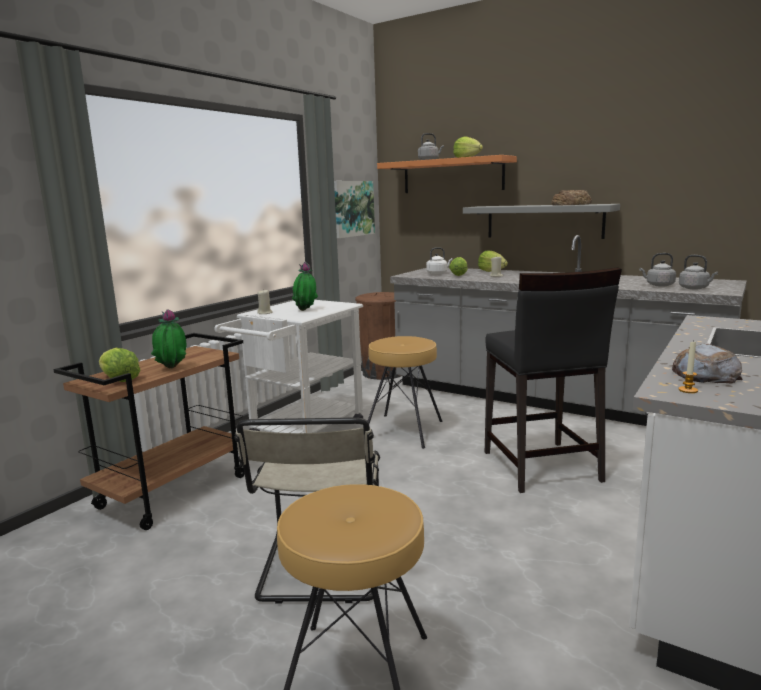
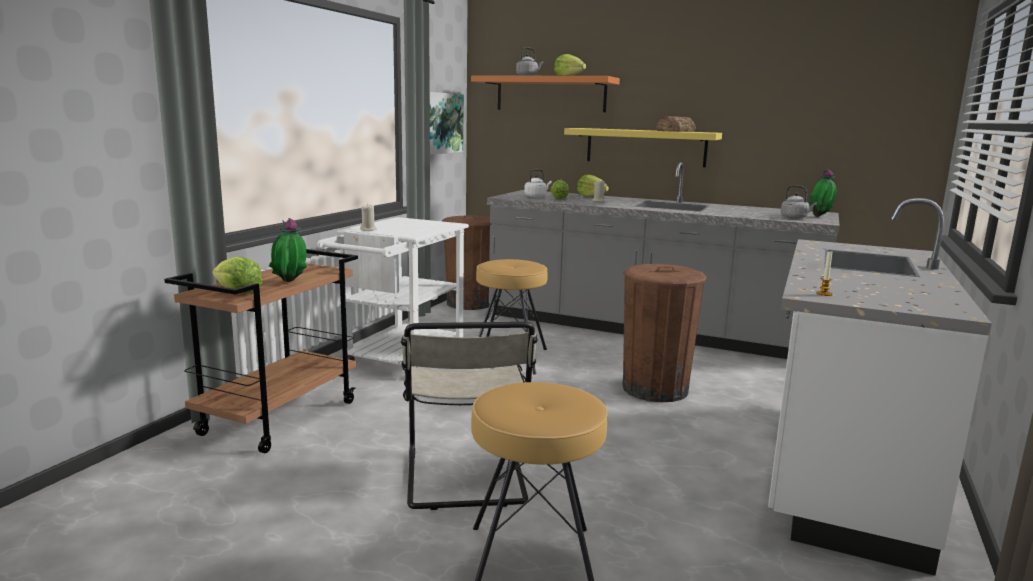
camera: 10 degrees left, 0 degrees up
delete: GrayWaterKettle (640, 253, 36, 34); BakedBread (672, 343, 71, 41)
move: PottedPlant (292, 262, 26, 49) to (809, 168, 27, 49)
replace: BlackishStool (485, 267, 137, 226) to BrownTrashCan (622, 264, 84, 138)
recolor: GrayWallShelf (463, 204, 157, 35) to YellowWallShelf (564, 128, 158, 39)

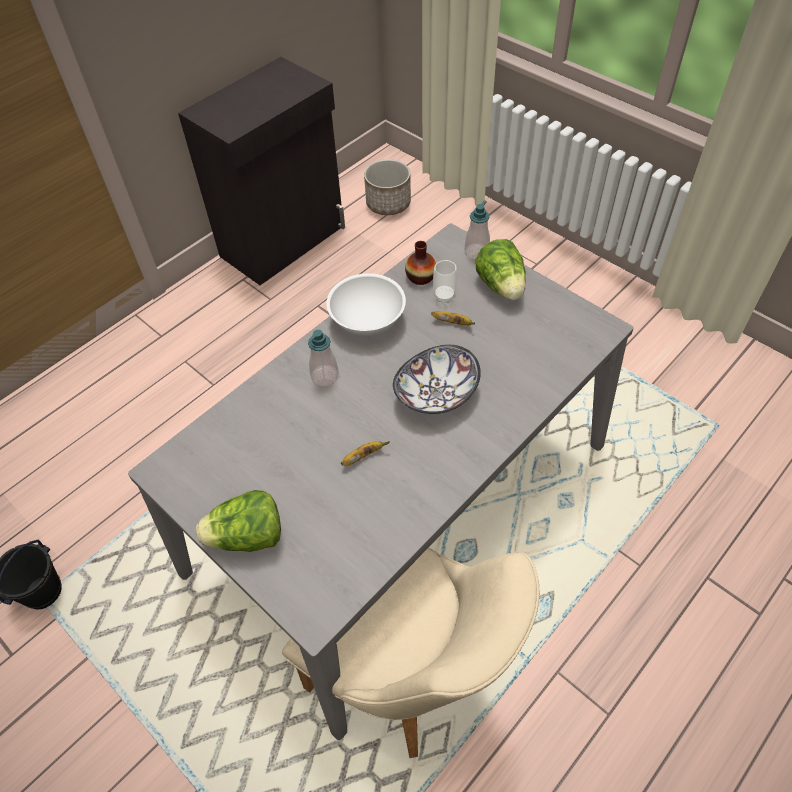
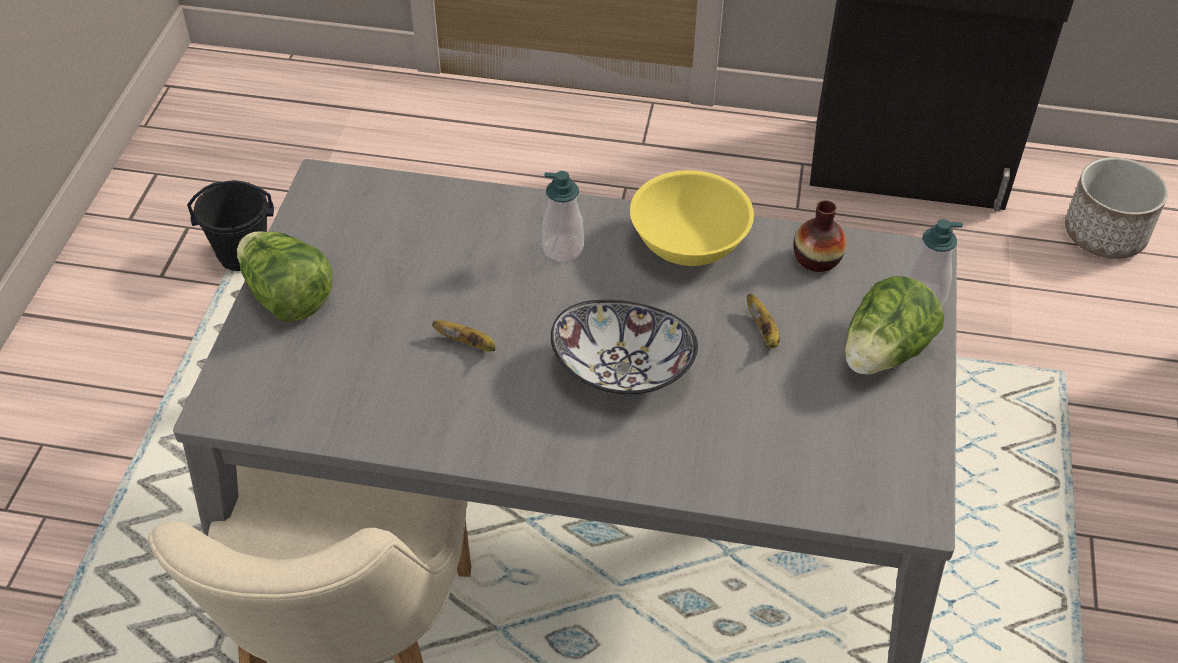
camera: 55 degrees right, 5 degrees down
delete: Cup (433, 260, 24, 43)
recolor: WhiteServingBowl (327, 273, 79, 63) to YellowServingBowl (630, 170, 124, 96)

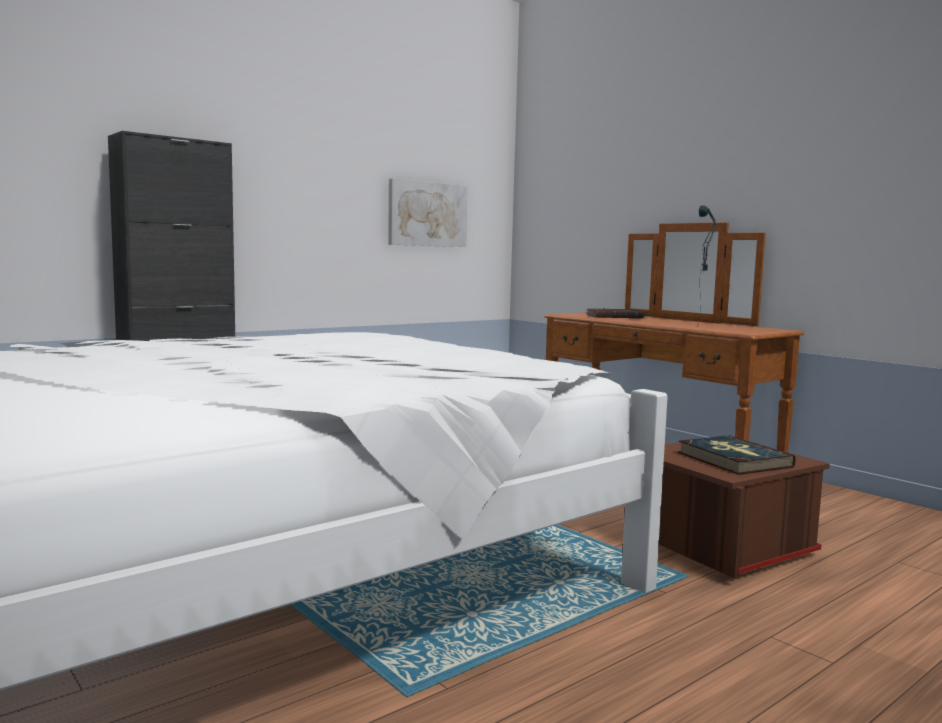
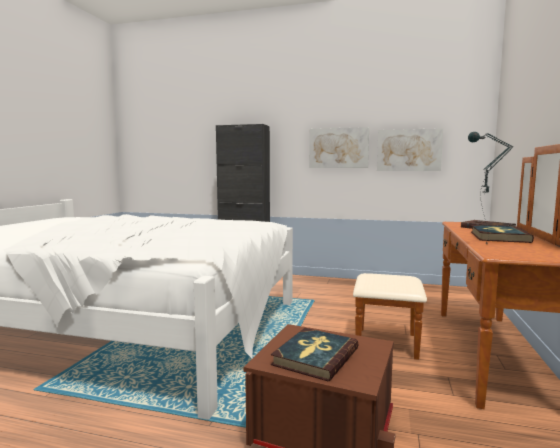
camera: 55 degrees right, 0 degrees up
insert: Picture (309, 127, 60, 41); Book (471, 225, 63, 18)

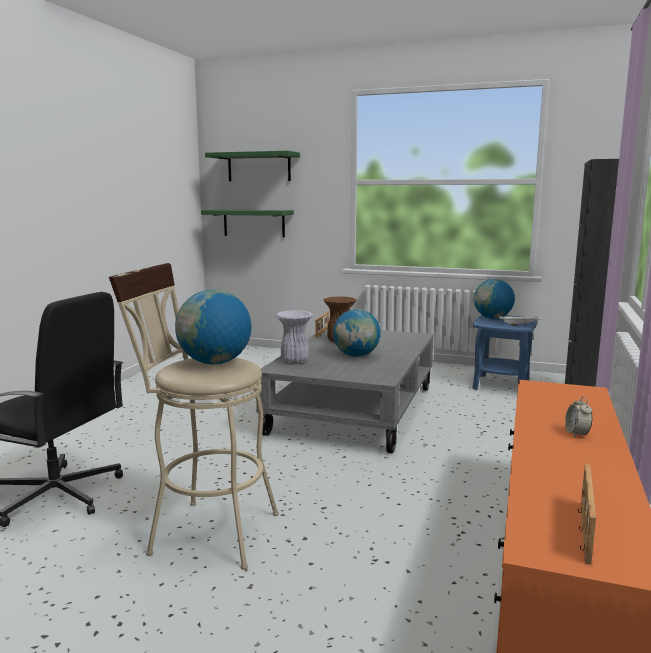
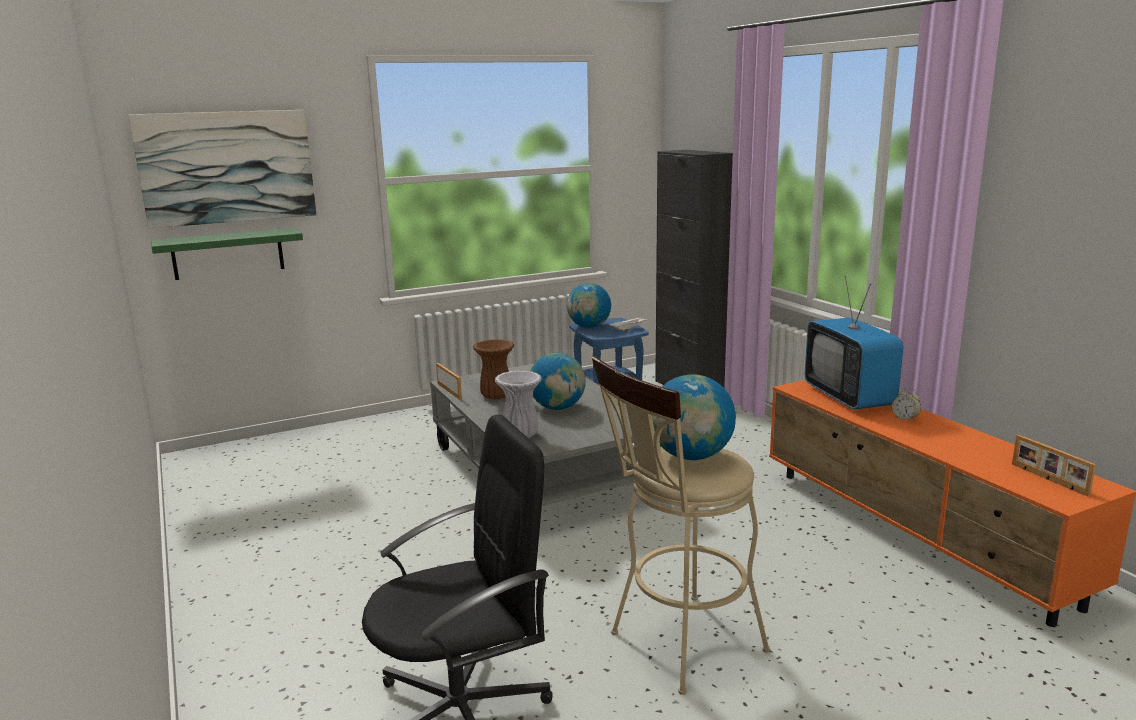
camera: 45 degrees left, 5 degrees up
insert: Tv (805, 276, 98, 133)
replace: GreenWallShelf (205, 151, 95, 31) to Picture (128, 110, 188, 119)

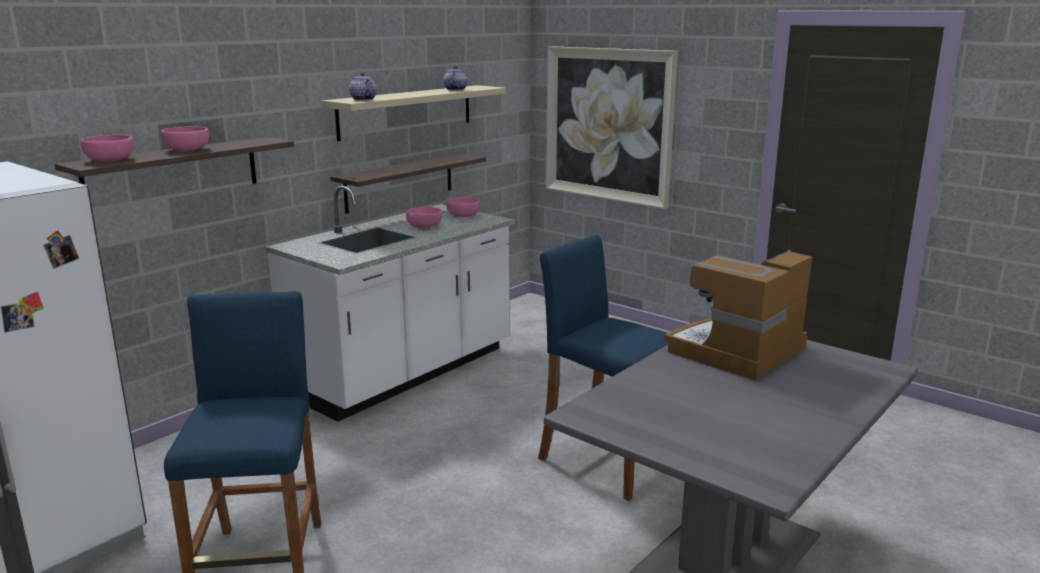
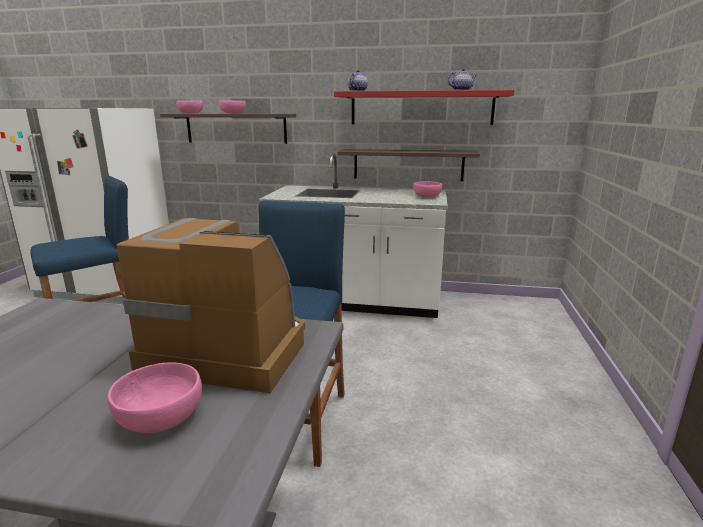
camera: 60 degrees right, 0 degrees up
delete: Picture (546, 46, 132, 163)
move: PinkColouredServingBowl (406, 207, 36, 21) to (107, 362, 95, 71)
recolor: BeigeColouredWallShelf (321, 85, 185, 56) to RedColouredWallShelf (334, 90, 180, 35)

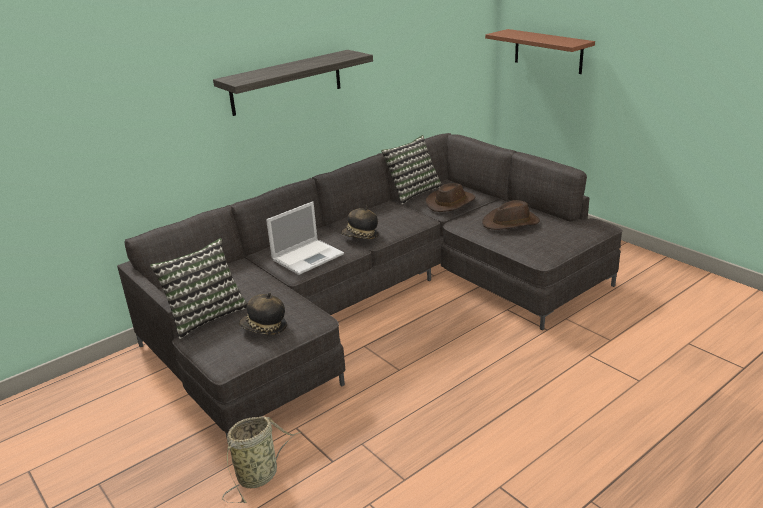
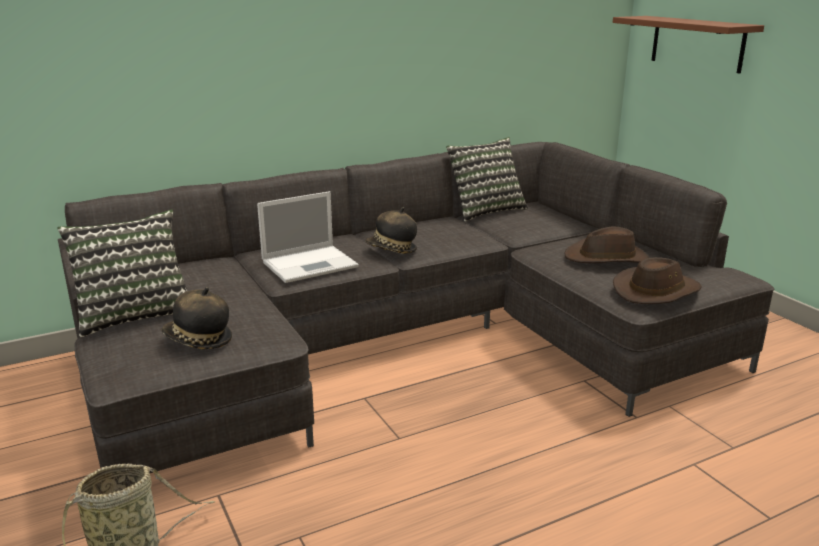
camera: 10 degrees right, 5 degrees down
delete: WallShelf (213, 50, 160, 66)
move: BrownClothingHat (426, 183, 49, 29) to (613, 257, 89, 47)

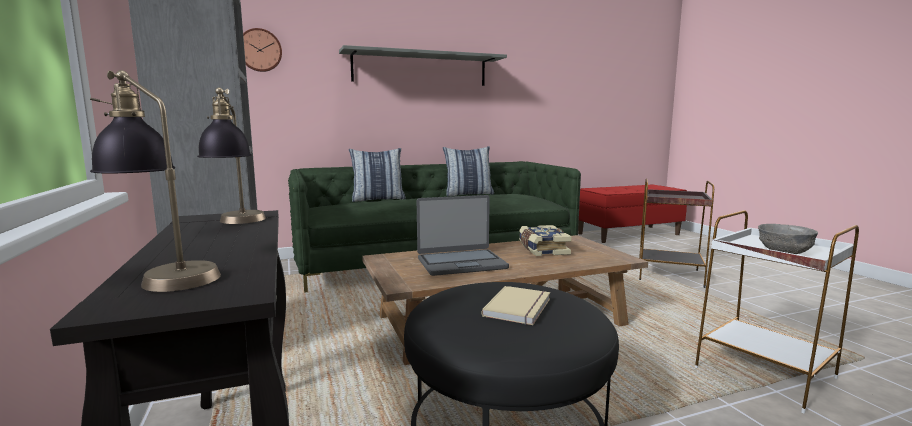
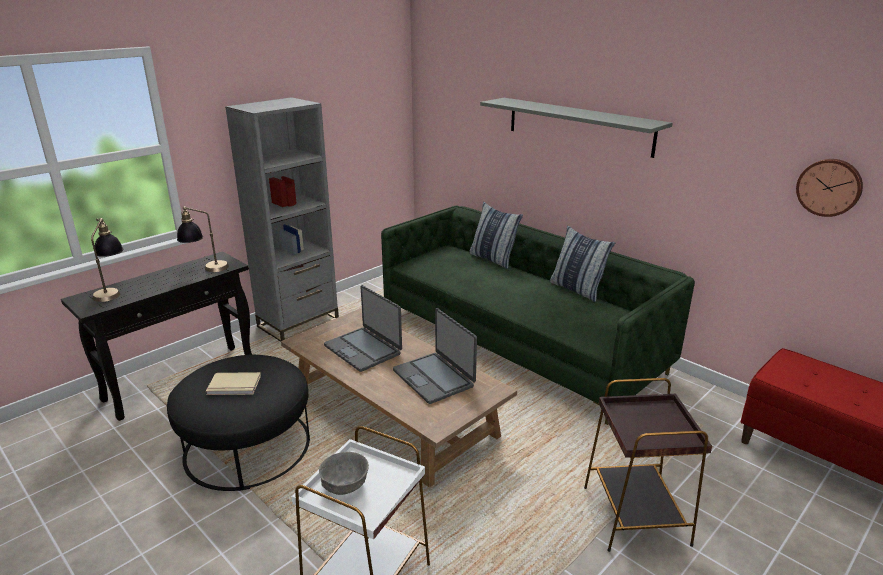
camera: 65 degrees right, 15 degrees up
move: HangingClock (243, 28, 39, 44) to (796, 159, 67, 58)
replace: Book (519, 225, 53, 31) to NotebookComputer (393, 308, 84, 96)

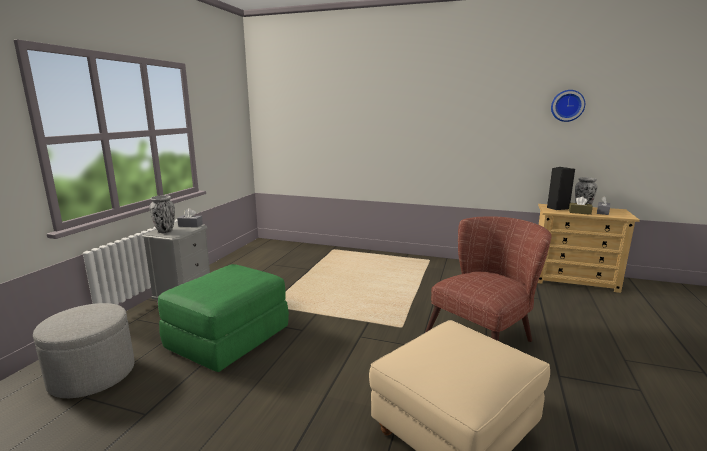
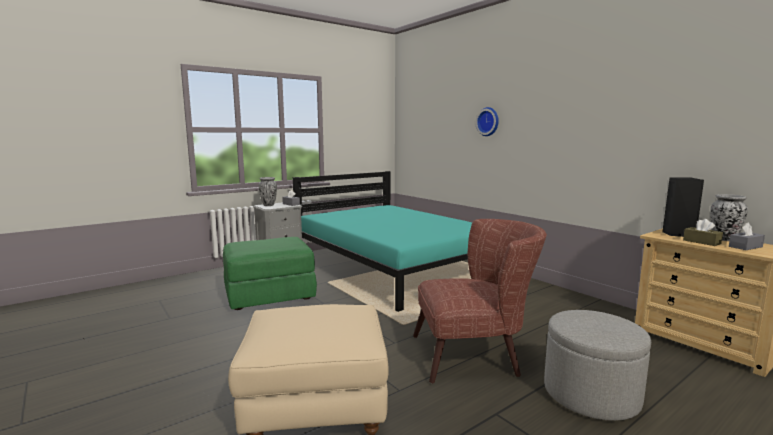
camera: 35 degrees right, 5 degrees down
insert: TurquoiseColouredSleepingBed (293, 171, 179, 141)
move: HangingClock (551, 90, 34, 32) to (475, 107, 24, 29); GrayOttoman (33, 303, 102, 95) to (544, 310, 107, 111)

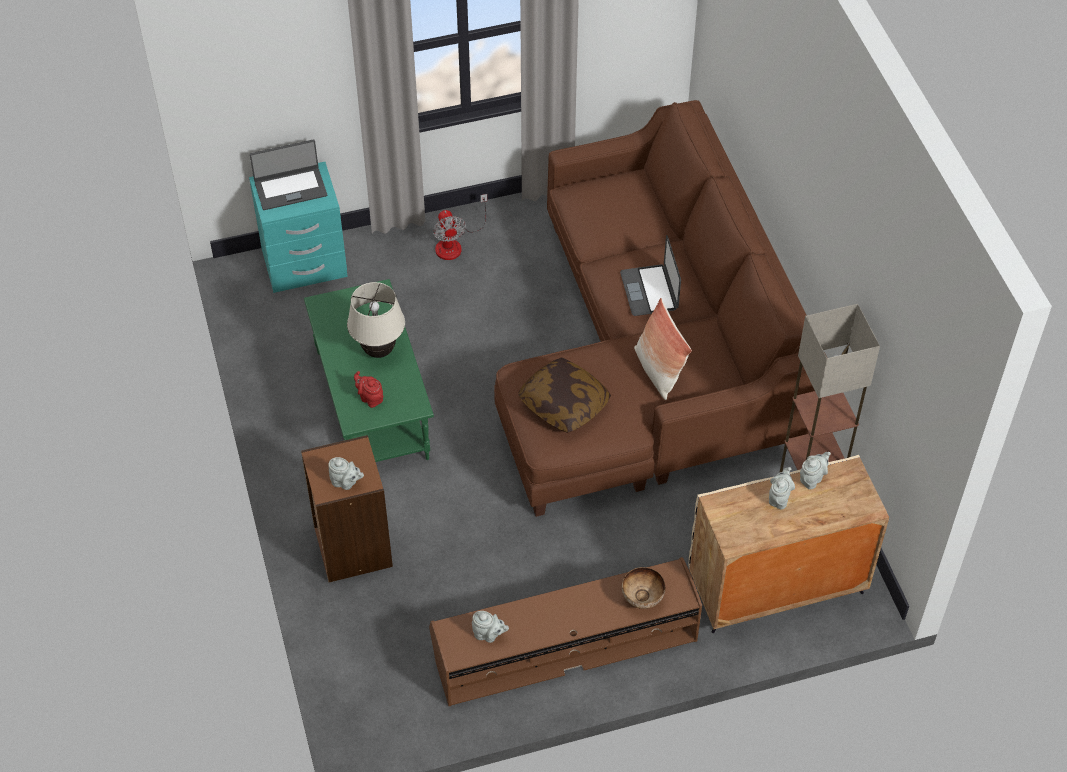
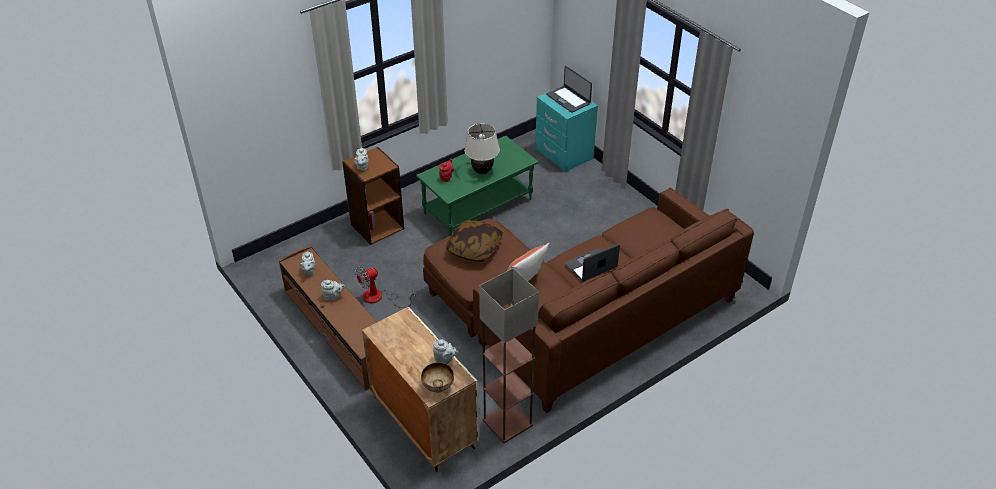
camera: 70 degrees right, 10 degrees down
move: ElectricFan (433, 194, 54, 66) to (355, 267, 60, 41); GrayTeaPot (769, 467, 26, 43) to (321, 280, 24, 21); ServingBowl (622, 567, 43, 42) to (421, 362, 33, 31)

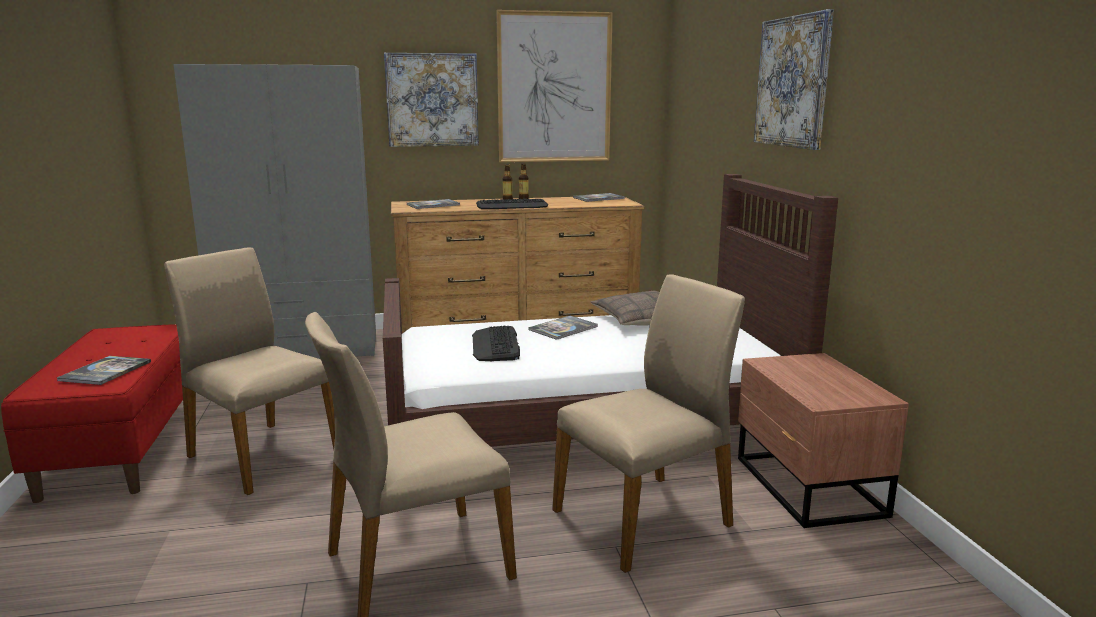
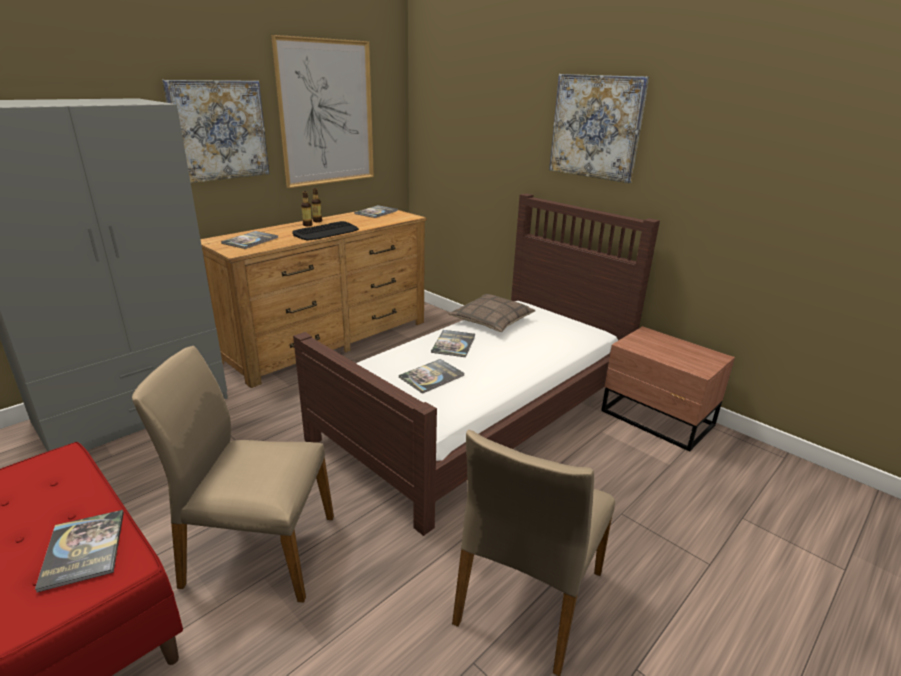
camera: 35 degrees left, 10 degrees up
delete: BeigeColouredPlainChair (552, 274, 193, 299)
replace: Keyboard (472, 326, 48, 35) to Book (399, 359, 66, 35)

